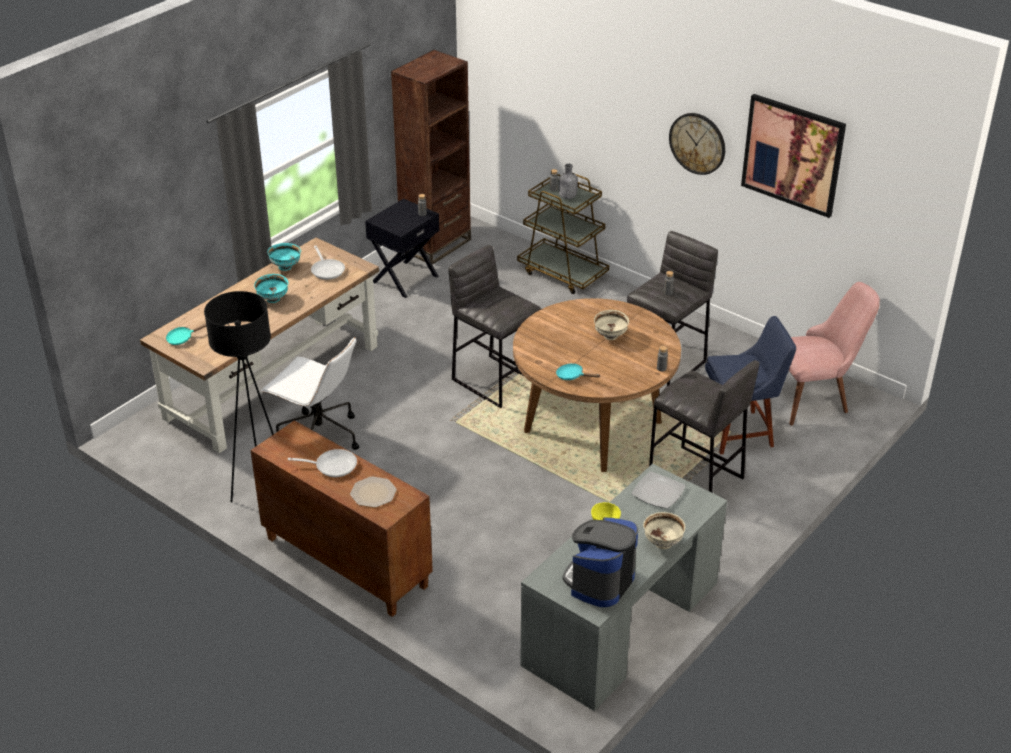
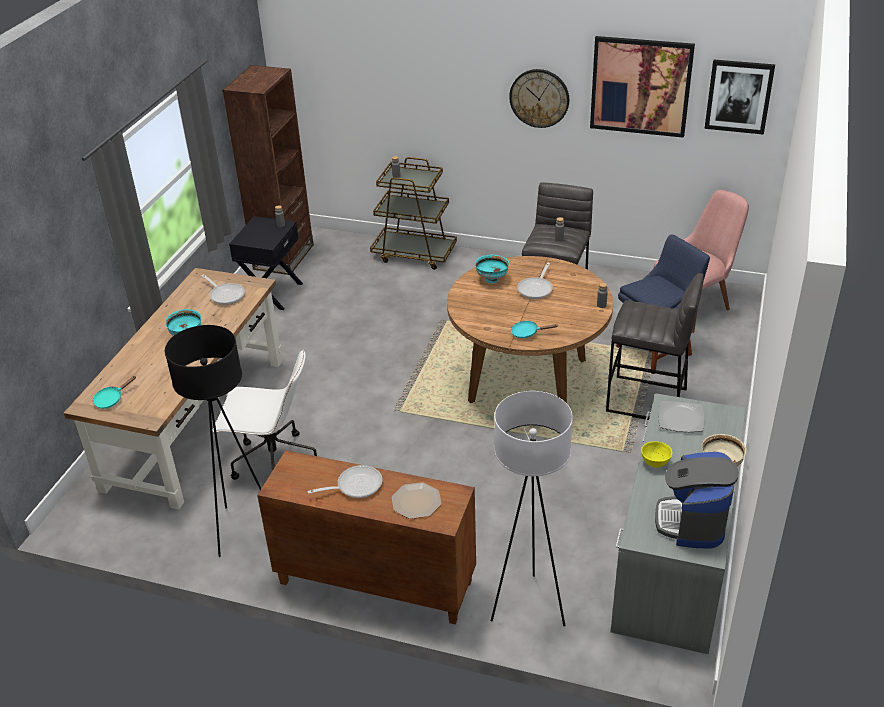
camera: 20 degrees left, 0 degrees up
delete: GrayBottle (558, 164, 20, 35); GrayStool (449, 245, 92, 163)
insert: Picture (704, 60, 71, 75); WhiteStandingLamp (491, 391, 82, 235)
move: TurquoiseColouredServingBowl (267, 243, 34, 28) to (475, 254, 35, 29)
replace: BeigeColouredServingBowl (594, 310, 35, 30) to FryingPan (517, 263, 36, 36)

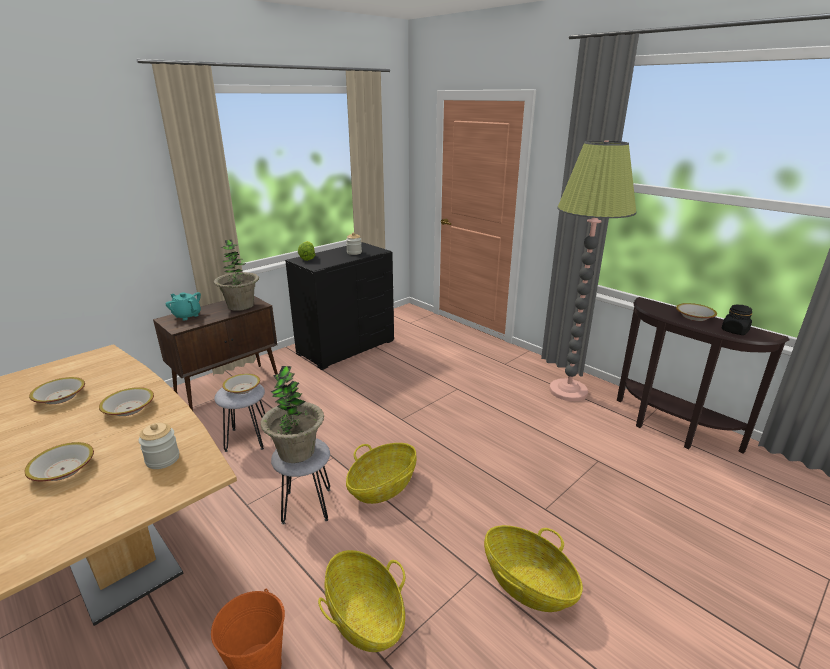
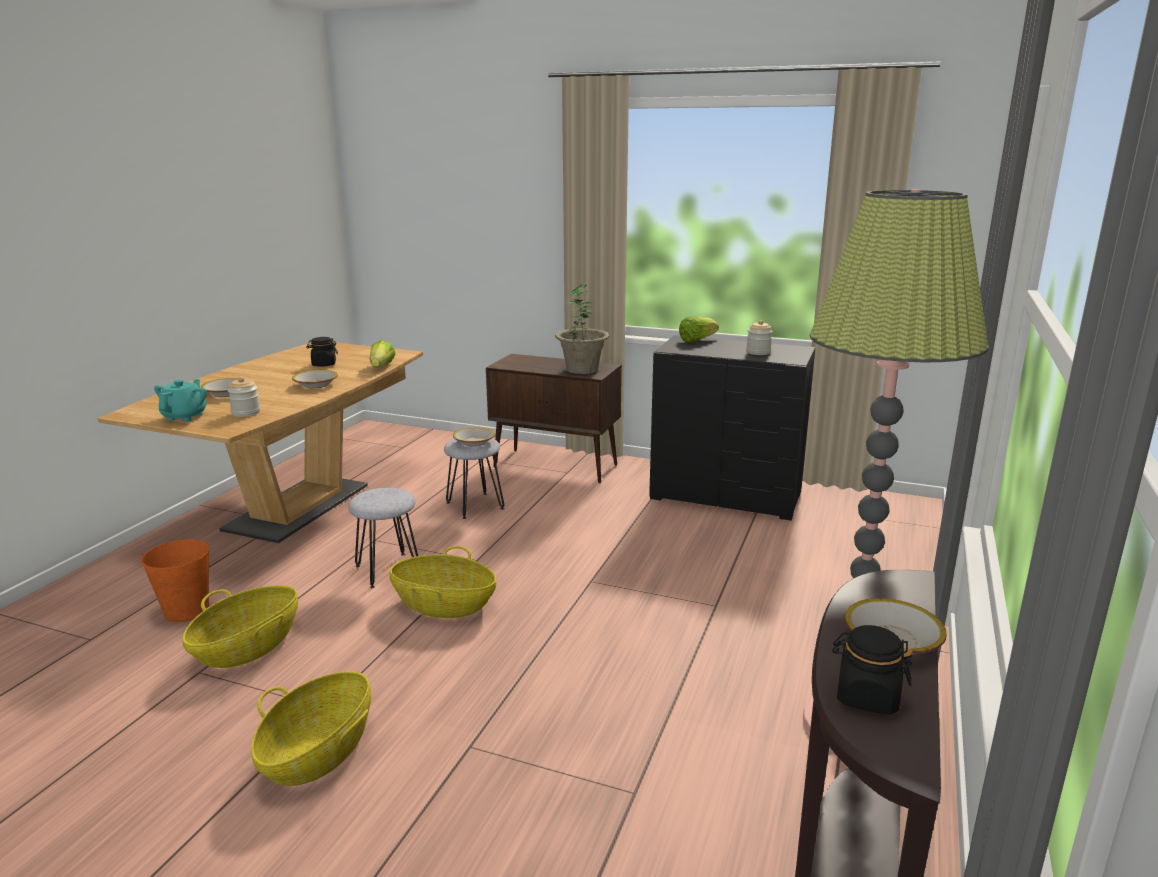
camera: 65 degrees right, 5 degrees down
delete: PottedPlant (261, 366, 63, 97)
insert: Lettuce (370, 340, 26, 27)
move: TurquoiseColouredTeaPot (166, 292, 35, 29) to (154, 379, 53, 43)
replace: ServingBowl (29, 377, 56, 27) to BlackishPreserveJar (306, 337, 32, 30)

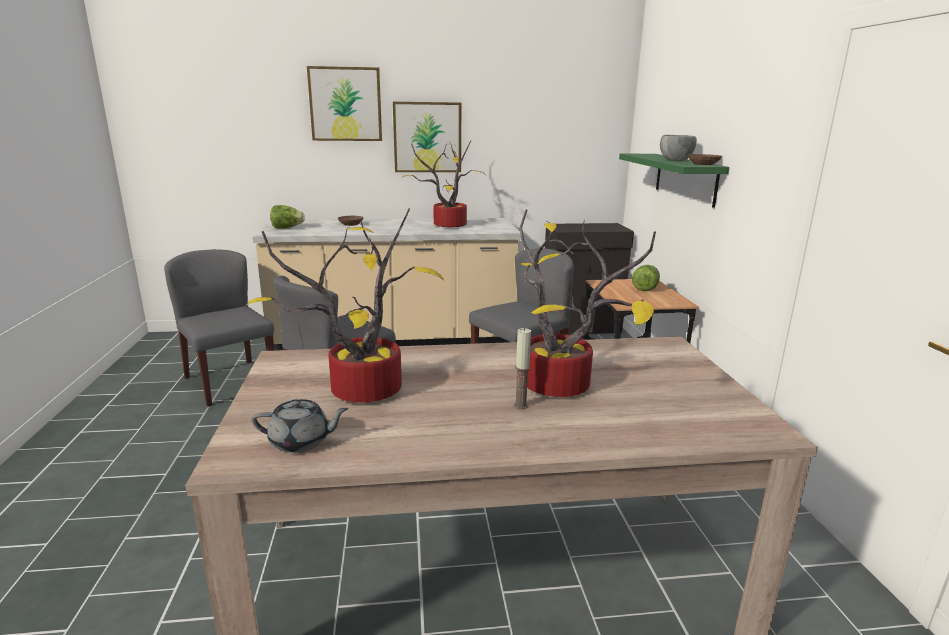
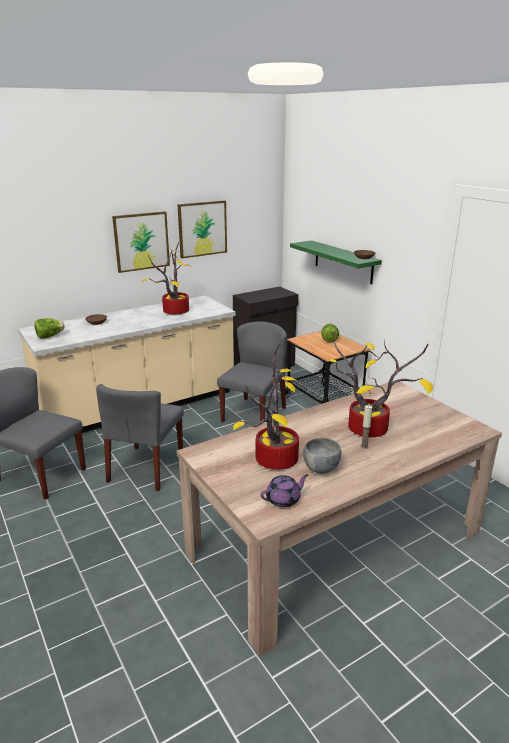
camera: 25 degrees left, 5 degrees up
move: Picture (307, 66, 75, 75) to (177, 200, 50, 58); GrayServingBowl (660, 135, 37, 26) to (303, 437, 38, 37)
recolor: GrayTeaPot (251, 399, 97, 54) to PurpleTeaPot (260, 474, 48, 33)

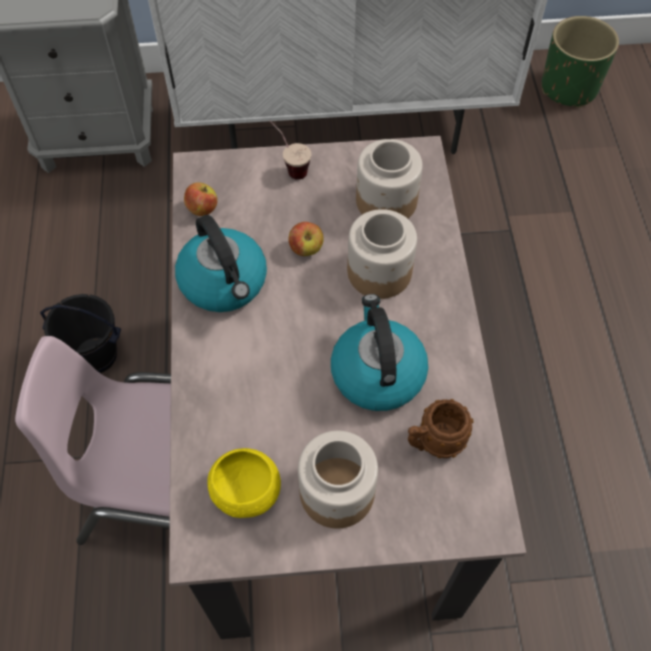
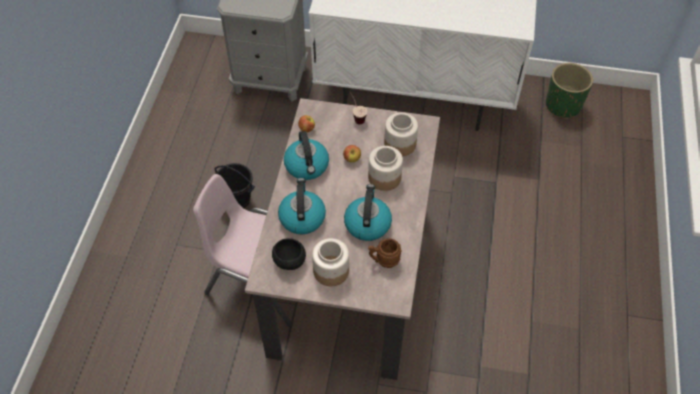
camera: 15 degrees right, 5 degrees down
insert: WaterKettle (278, 178, 48, 56)
recolor: YellowServingBowl (207, 448, 74, 70) to BlackishServingBowl (272, 238, 34, 32)

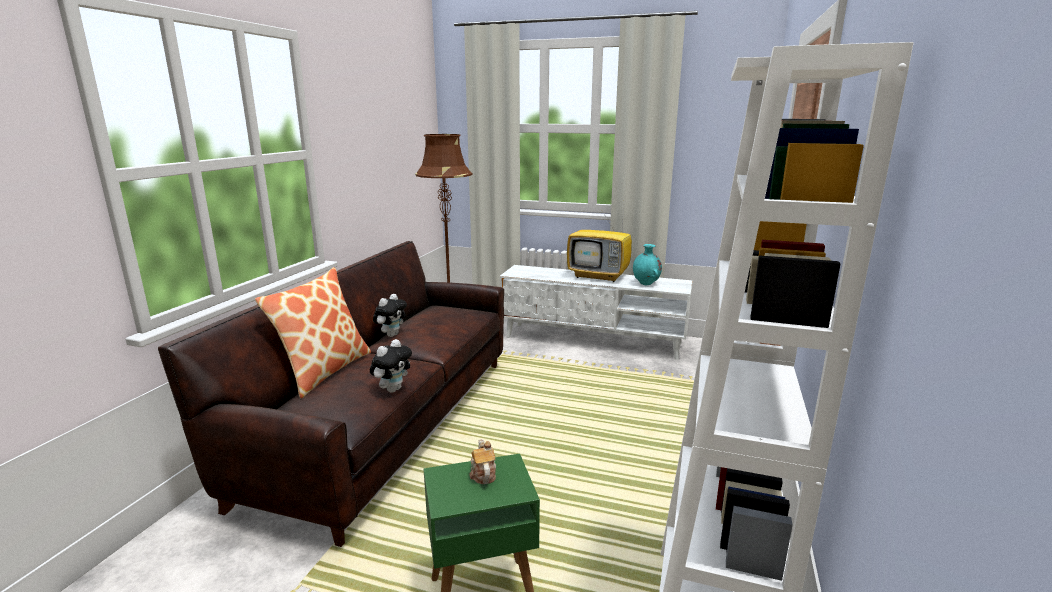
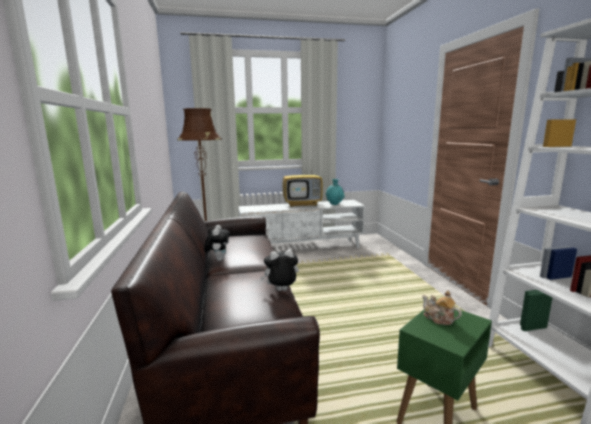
camera: 30 degrees left, 5 degrees down
delete: Cushion (255, 267, 116, 131)
rotate: PlushToy (370, 339, 42, 54) = (260, 249, 39, 42) 105 degrees counterclockwise

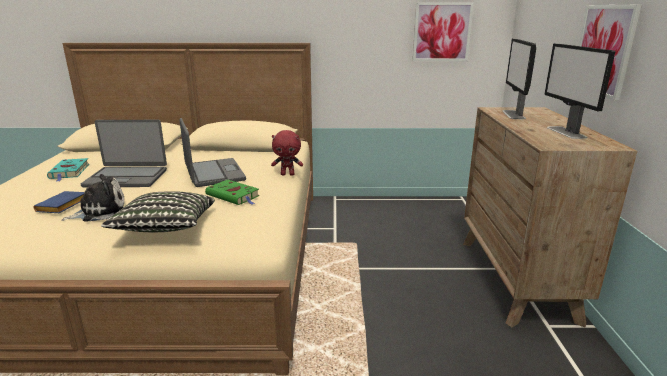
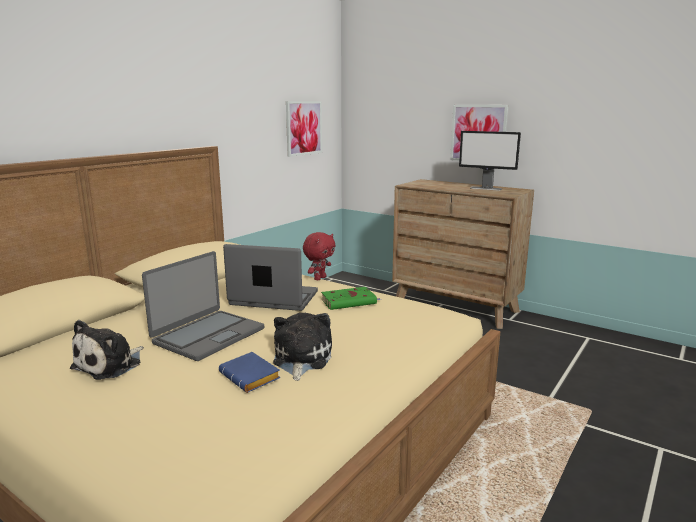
camera: 55 degrees left, 5 degrees down
delete: ComputerDisplay (503, 39, 33, 80); Cushion (101, 191, 114, 41)
replace: TurquoiseColouredBook (47, 158, 42, 24) to PlushToy (70, 320, 74, 60)

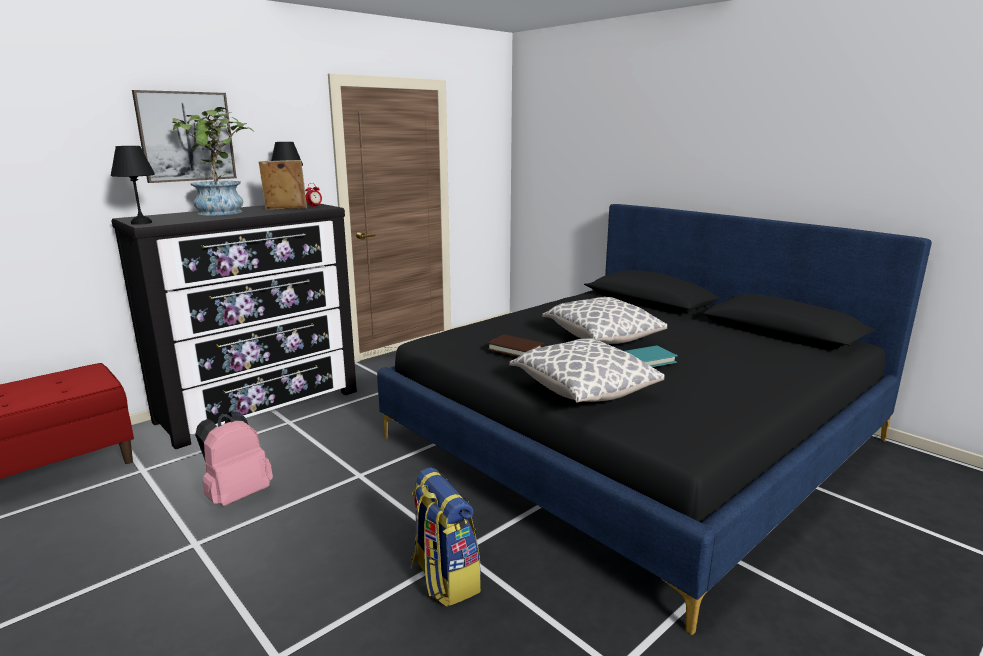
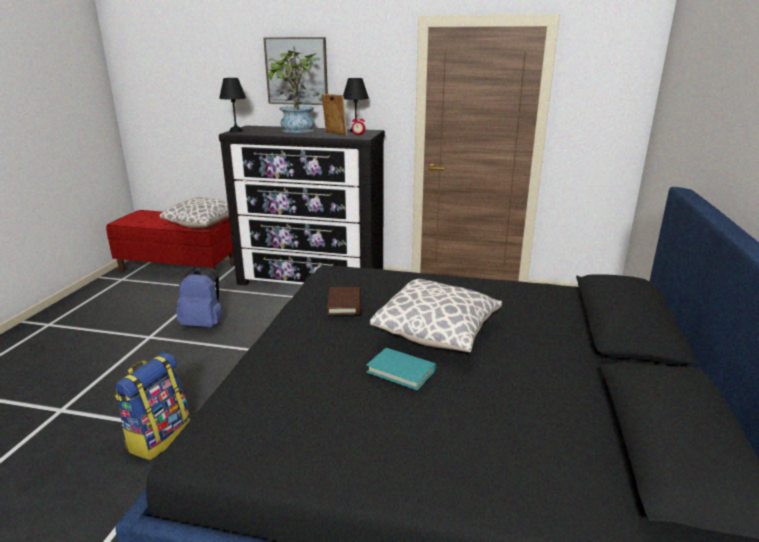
camera: 55 degrees right, 5 degrees up
move: Cushion (509, 338, 155, 65) to (160, 197, 69, 31)
recolor: PinkColouredRucksack (195, 411, 78, 95) to BlueColouredRucksack (176, 268, 47, 59)

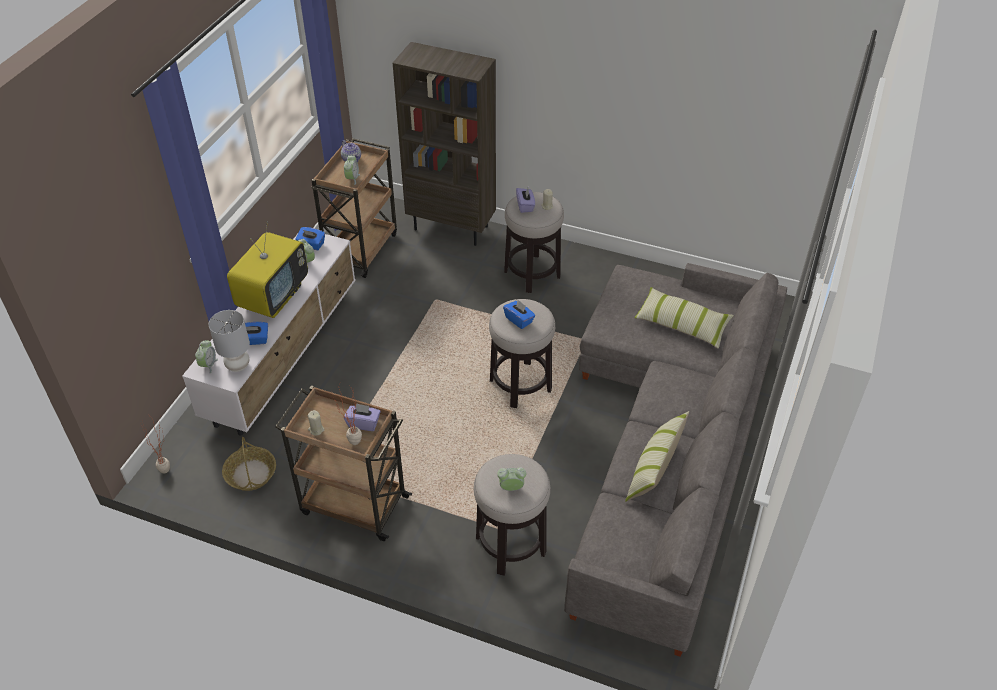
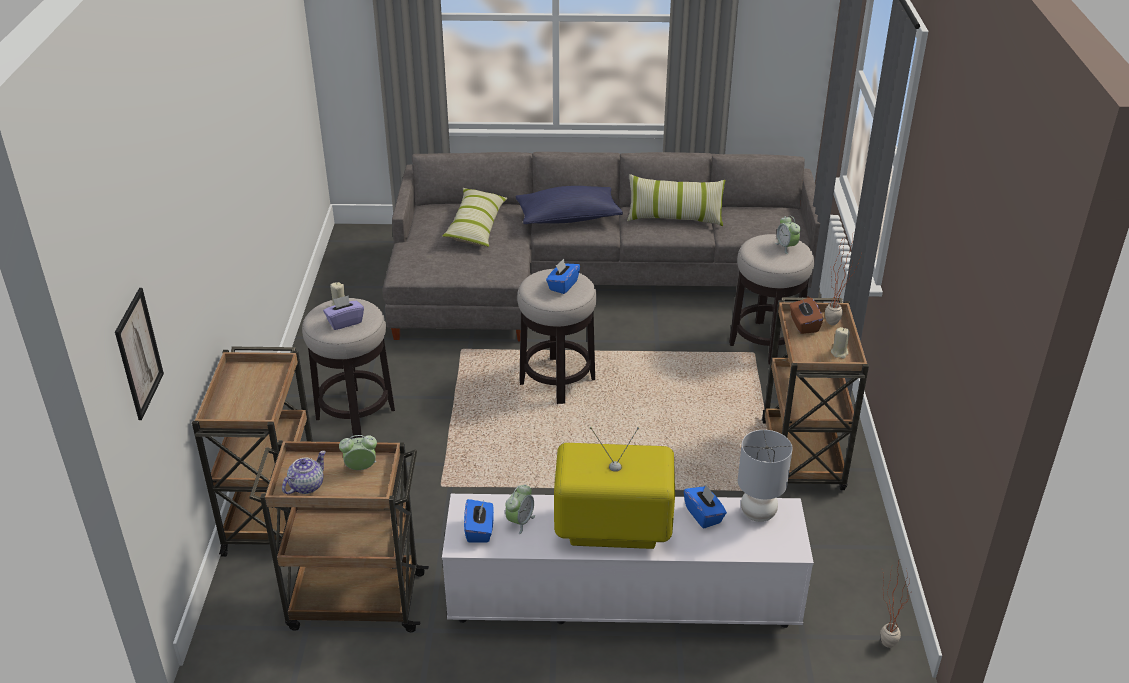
camera: 110 degrees left, 10 degrees down
delete: AlarmClock (195, 340, 23, 33); Basket (222, 437, 54, 54)
insert: BlueColouredCushion (516, 186, 107, 38); Picture (115, 288, 49, 132)
replace: BrownBookcase (393, 42, 103, 204) to BrownWheeledCart (192, 347, 121, 210)
recolor: PurpleTissueHolder (344, 403, 37, 28) to BrownTissueHolder (789, 298, 34, 36)

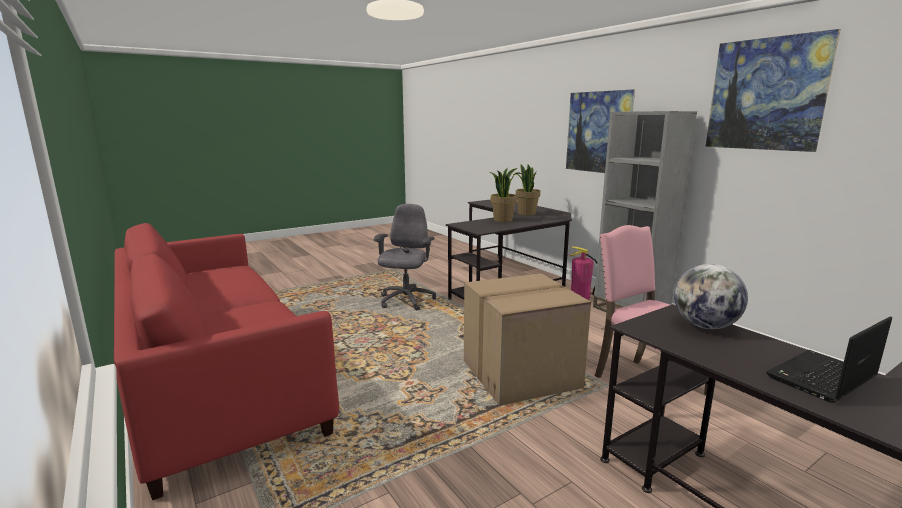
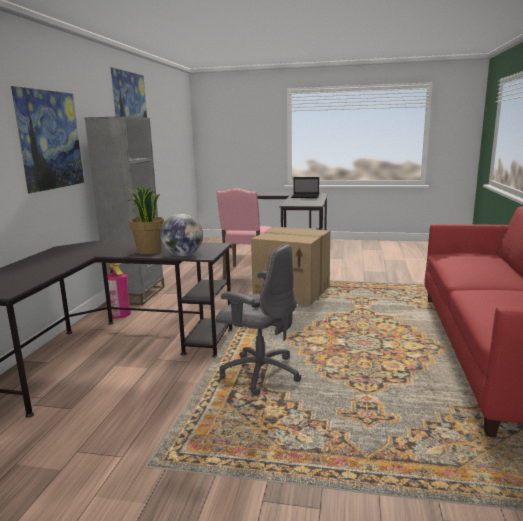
camera: 135 degrees left, 0 degrees up
delete: PottedPlant (513, 165, 27, 50)
move: DeskGlobe (674, 264, 74, 65) to (160, 214, 43, 42)
rotate: GrayComputerChair (374, 204, 62, 106) = (216, 244, 85, 152) 120 degrees counterclockwise

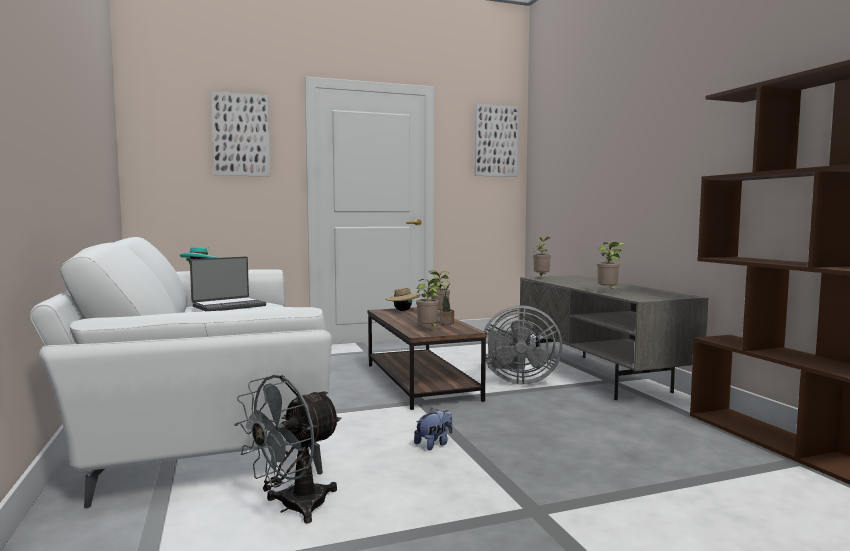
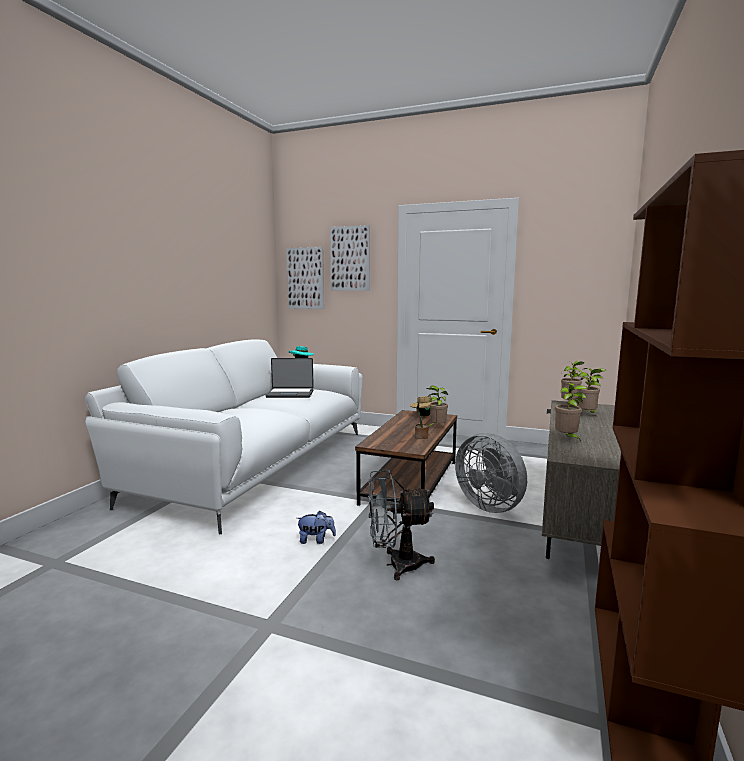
camera: 40 degrees right, 5 degrees up
move: Picture (475, 104, 44, 73) to (286, 247, 38, 62); PottedPlant (416, 278, 26, 50) to (577, 368, 29, 47); GrayElectricFan (234, 375, 108, 148) to (368, 470, 67, 111)

